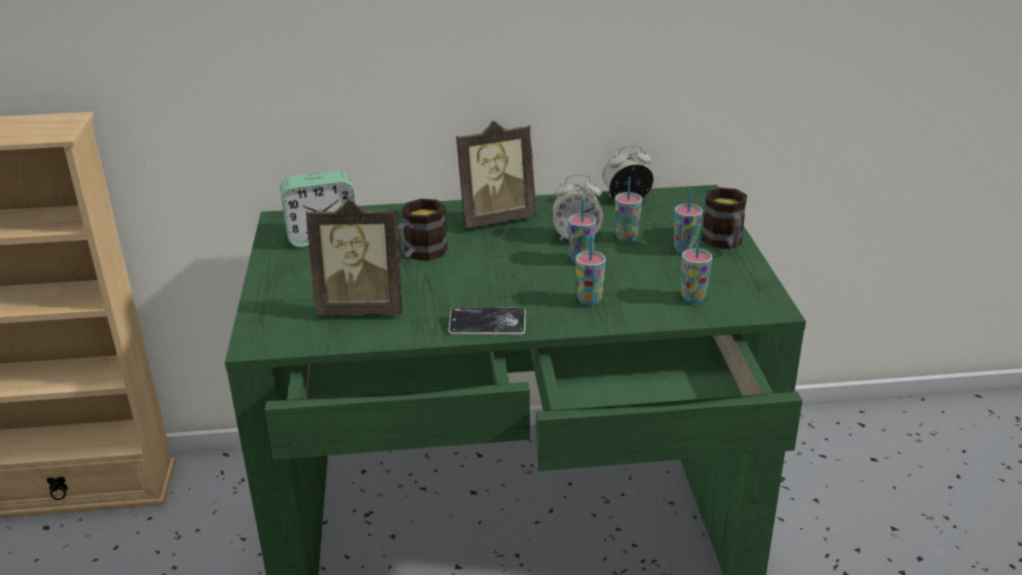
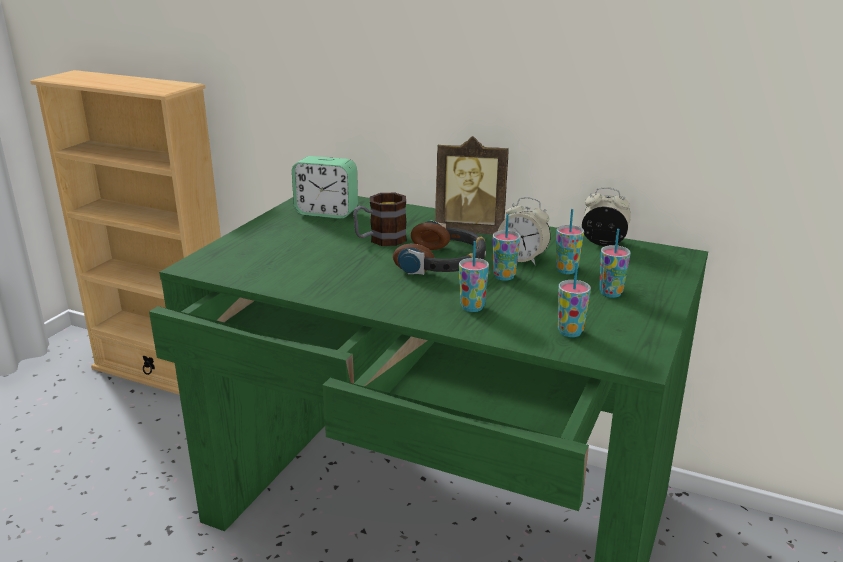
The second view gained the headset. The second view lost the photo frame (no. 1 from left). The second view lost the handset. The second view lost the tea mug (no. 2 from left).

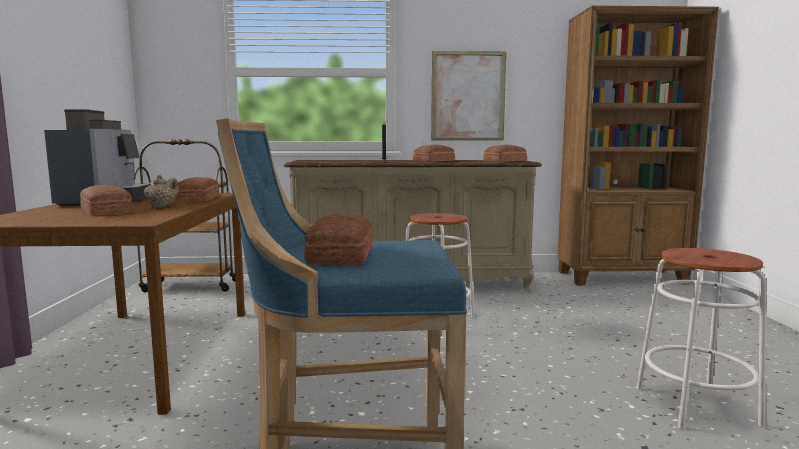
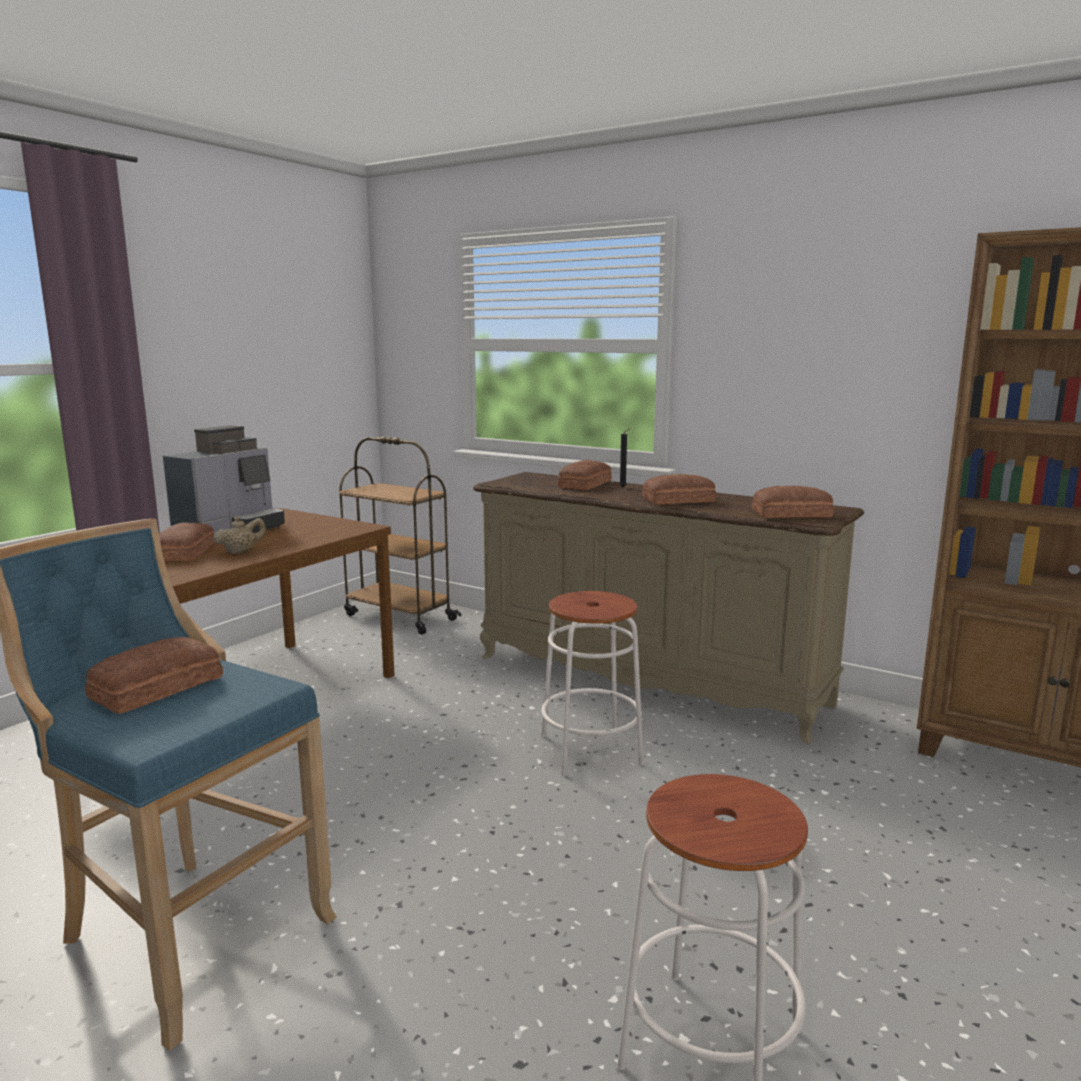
The baked bread (no. 2 from left in the first image) ended up elsewhere. The second view lost the picture.

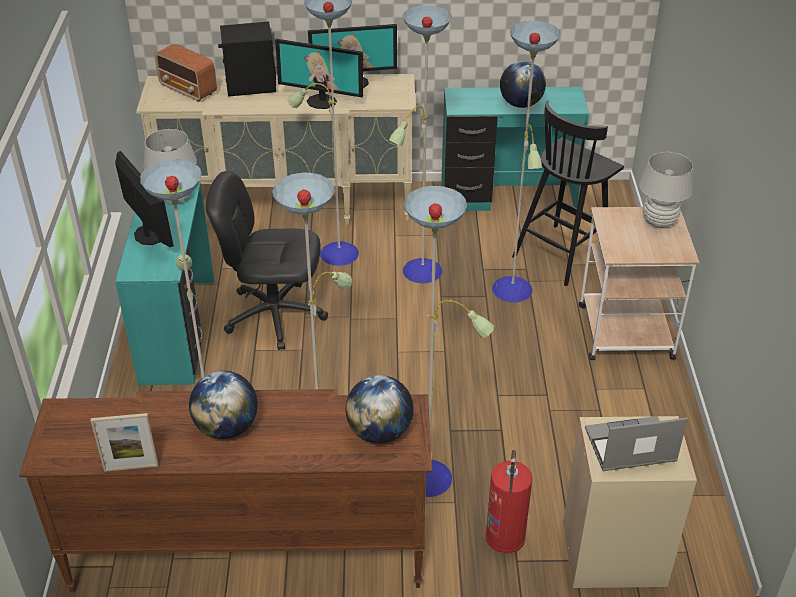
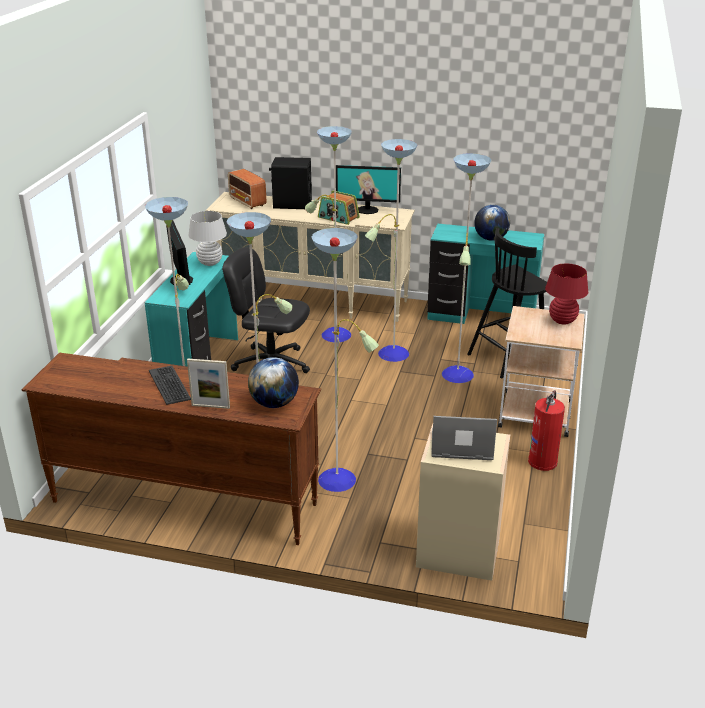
Where the globe (no. 1 from left) stood, the keyboard came to stand. The photo frame ended up elsewhere. Where the computer screen (no. 2 from left) stood, the radio receiver (no. 2 from left) came to stand. The fire-fighting cylinder ended up elsewhere. What was the table lamp (white-coloured) (no. 2 from left) turned into the table lamp (red).

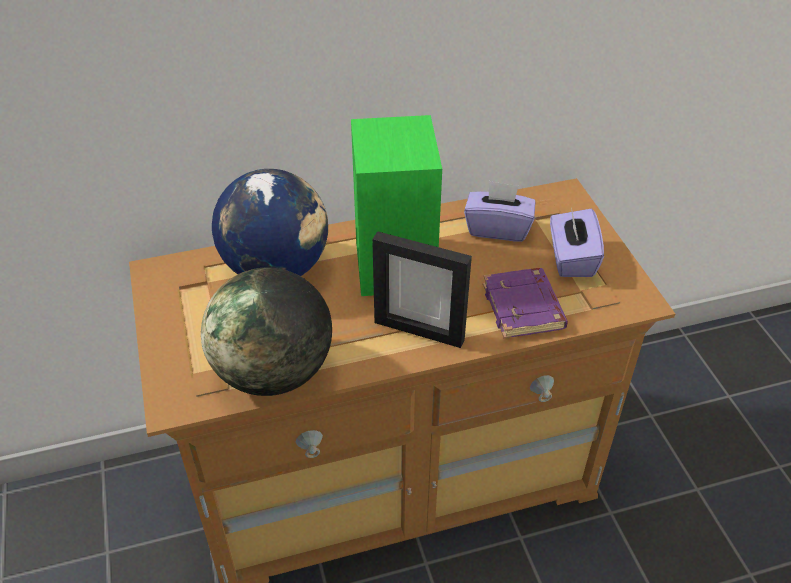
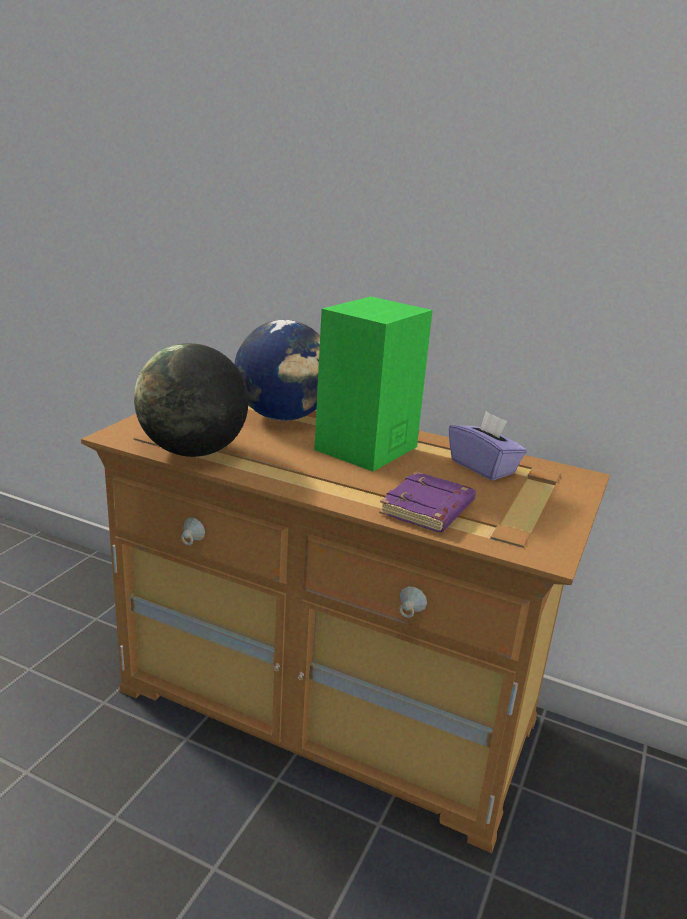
The second view lost the photo frame. The second view lost the tissue box (purple) (no. 2 from left).

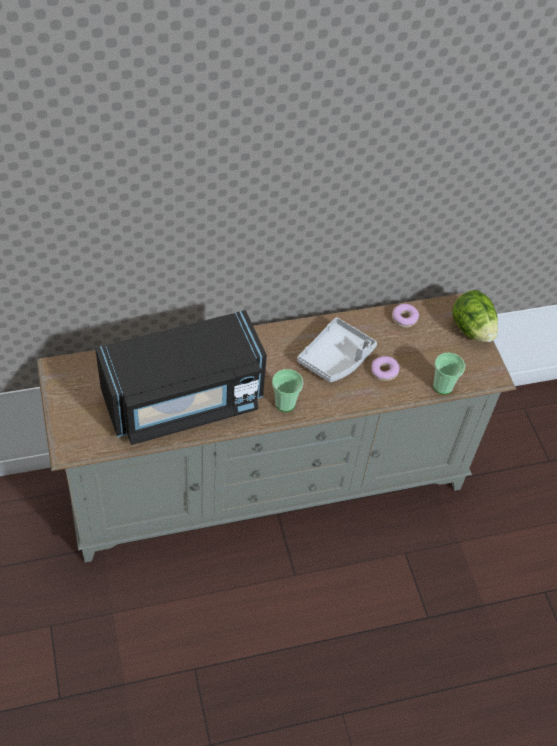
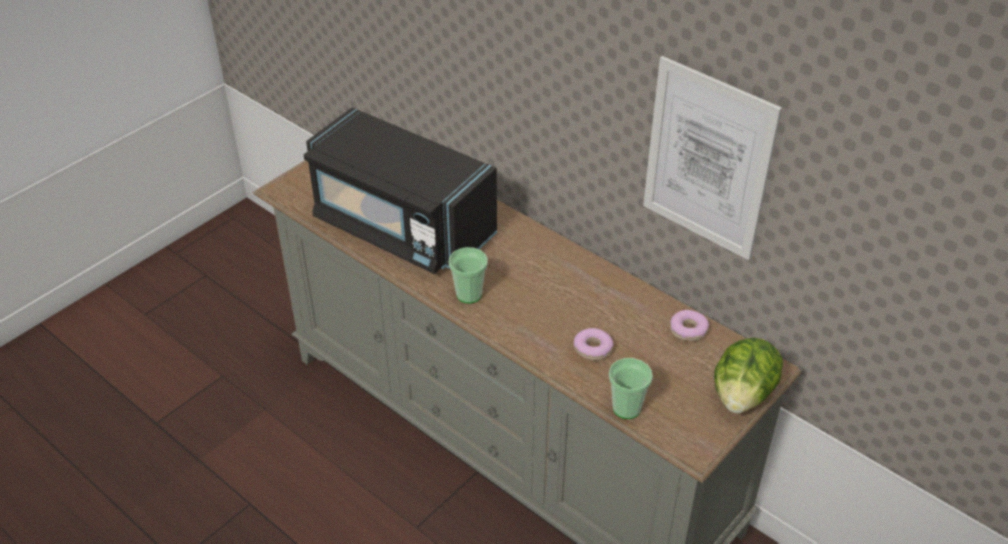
The second view gained the picture. The second view lost the carrying tray (gray).

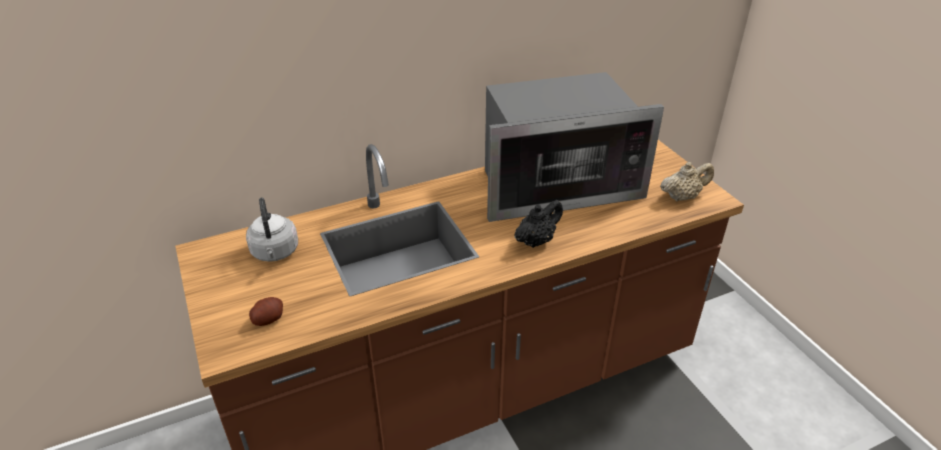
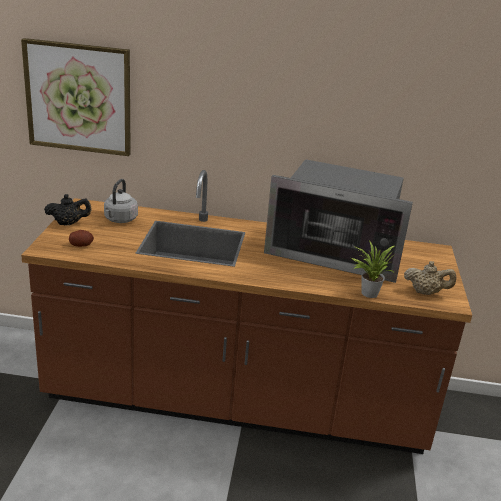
The second view gained the picture. The pot for tea (black-coloured) ended up elsewhere. The second view gained the houseplant.

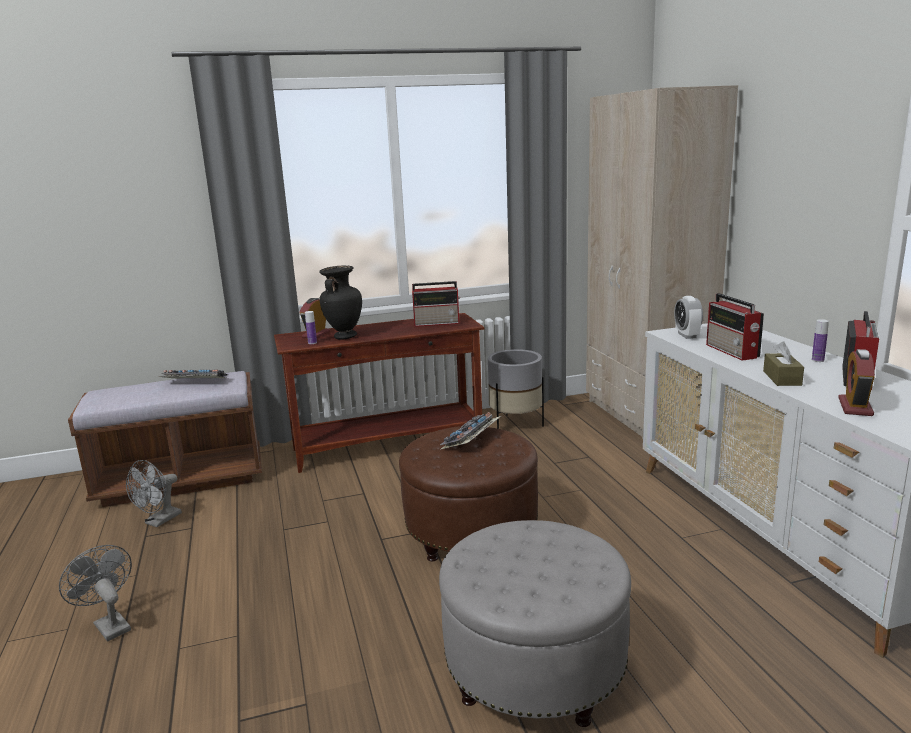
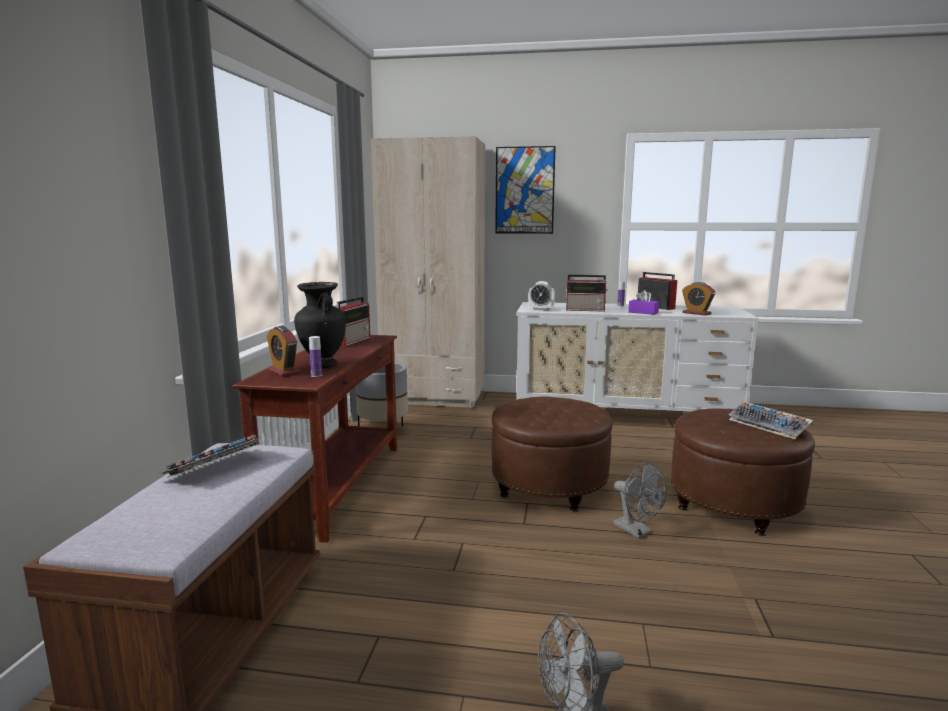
The second view gained the picture. The fan (gray) (no. 2 from left) ended up elsewhere. What was the tissue box (brownish) turned into the tissue box (purple). What was the ottoman (gray) turned into the ottoman (brownish) (no. 2 from left). The keyboard (no. 2 from left) ended up elsewhere.

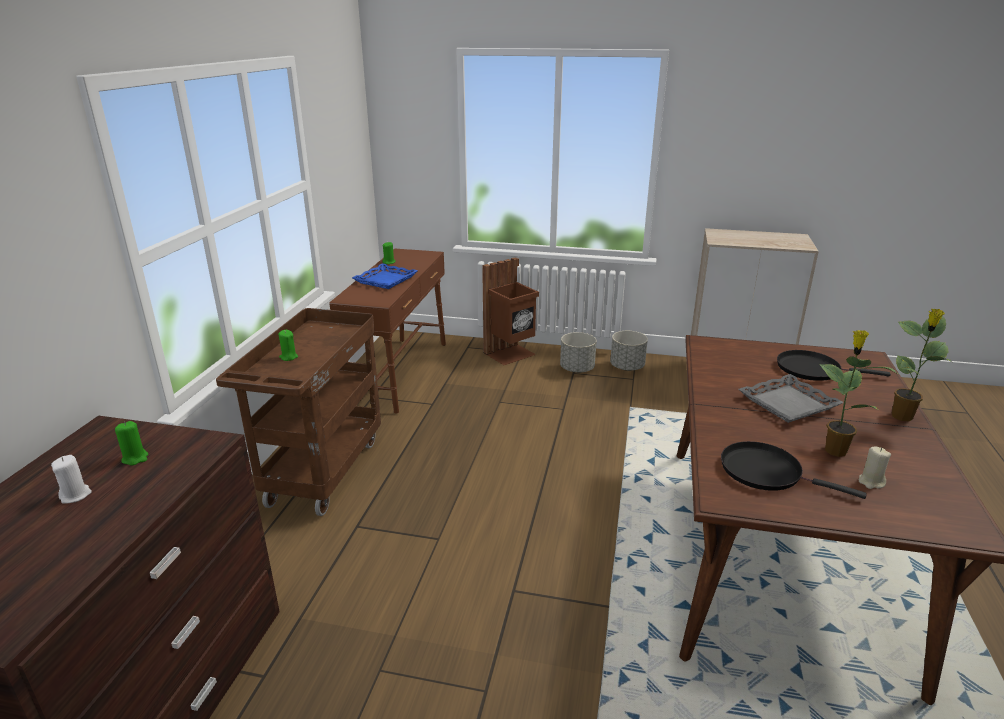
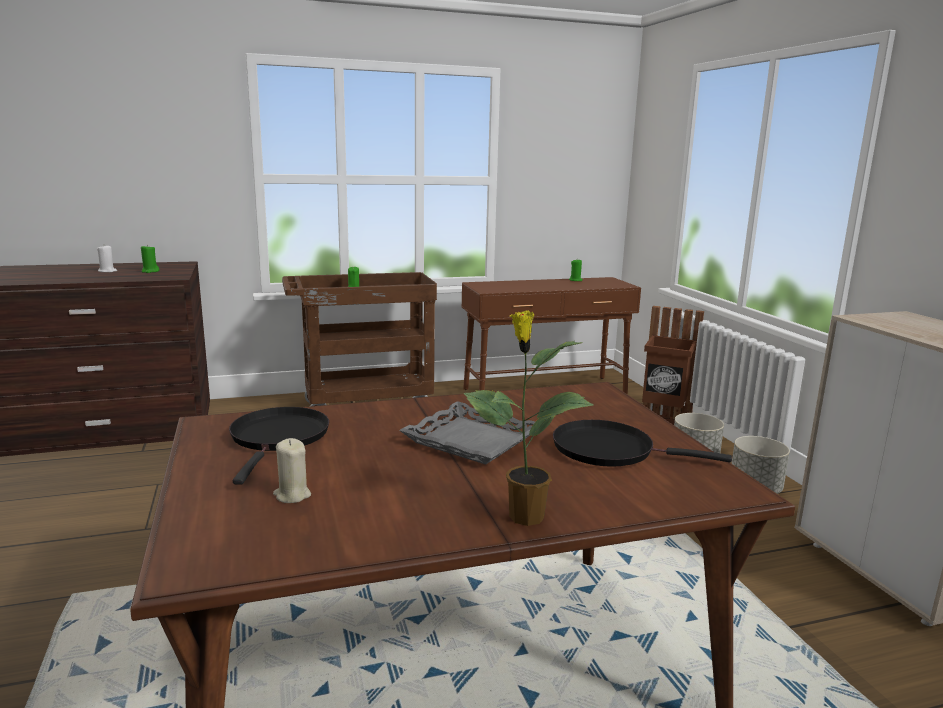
The skillet (black-coloured) (no. 2 from left) ended up facing another way, 60 degrees counterclockwise from before. The second view lost the carrying tray (bluish). The second view lost the houseplant (no. 1 from left).

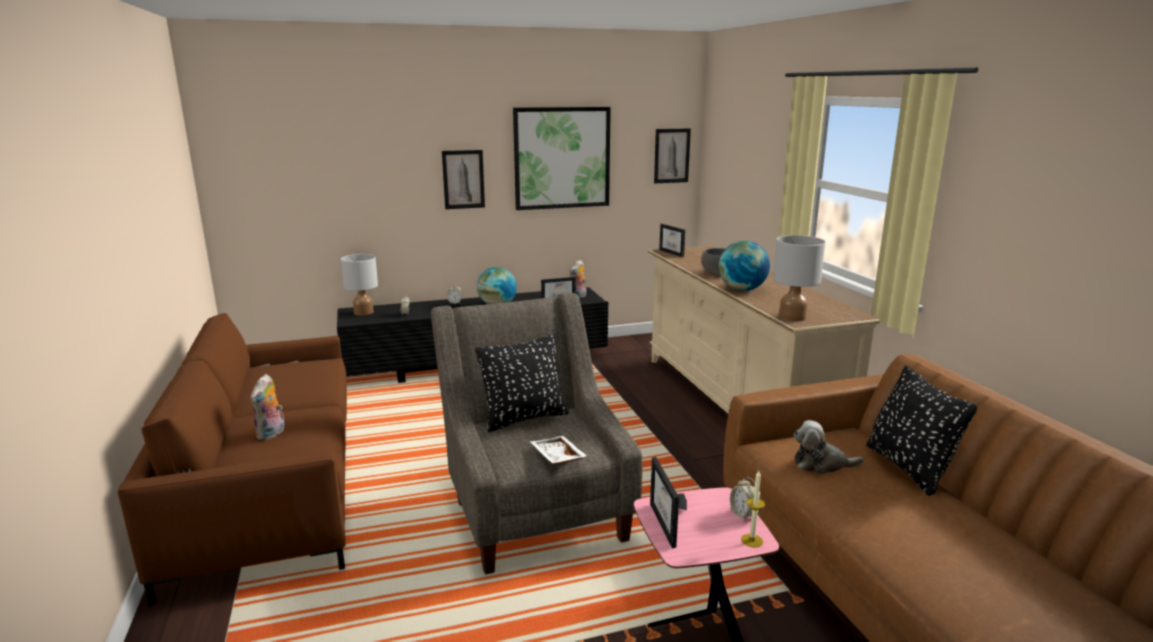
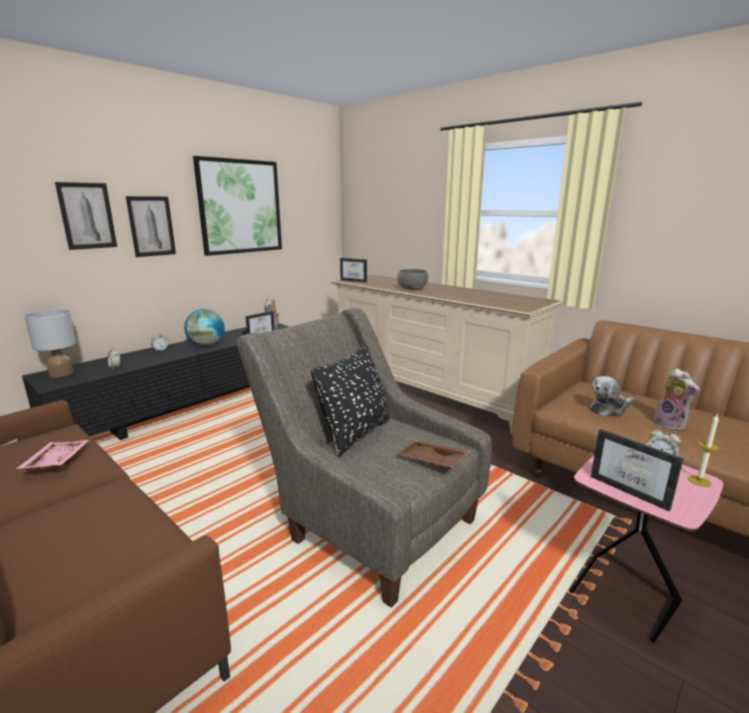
The second view gained the carrying tray (pink-coloured). The picture (no. 3 from left in the first image) ended up elsewhere. What was the carrying tray (white-coloured) turned into the carrying tray (brownish). The soft toy (no. 1 from left in the first image) ended up elsewhere. The second view lost the globe (no. 2 from left). The second view lost the table lamp (gray) (no. 2 from left). The second view lost the pillow (black-coloured) (no. 2 from left).

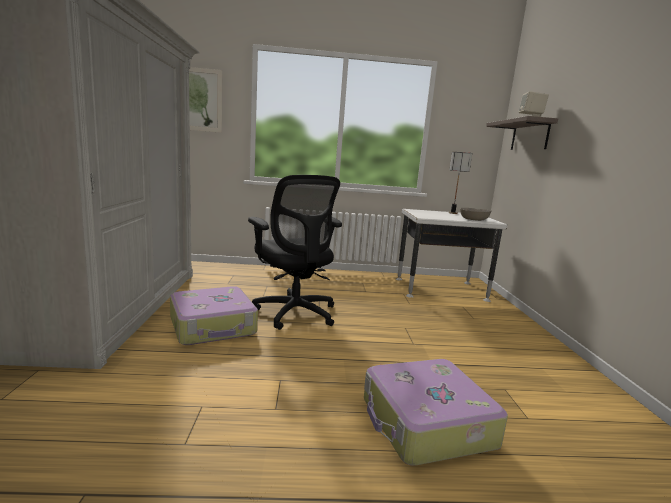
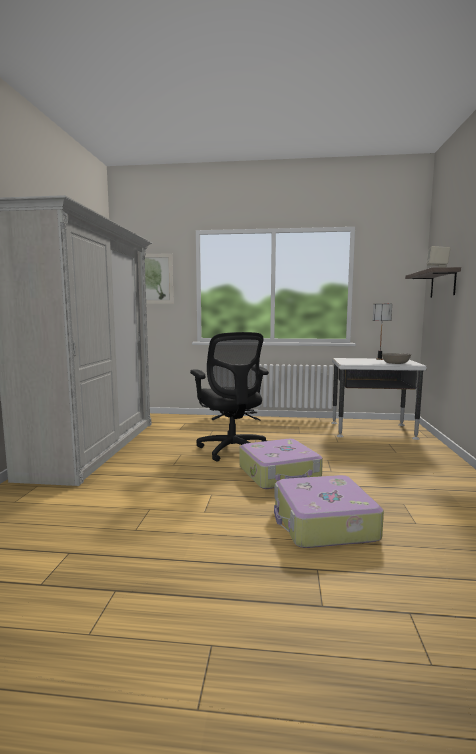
The travel case (no. 1 from left) ended up elsewhere.

